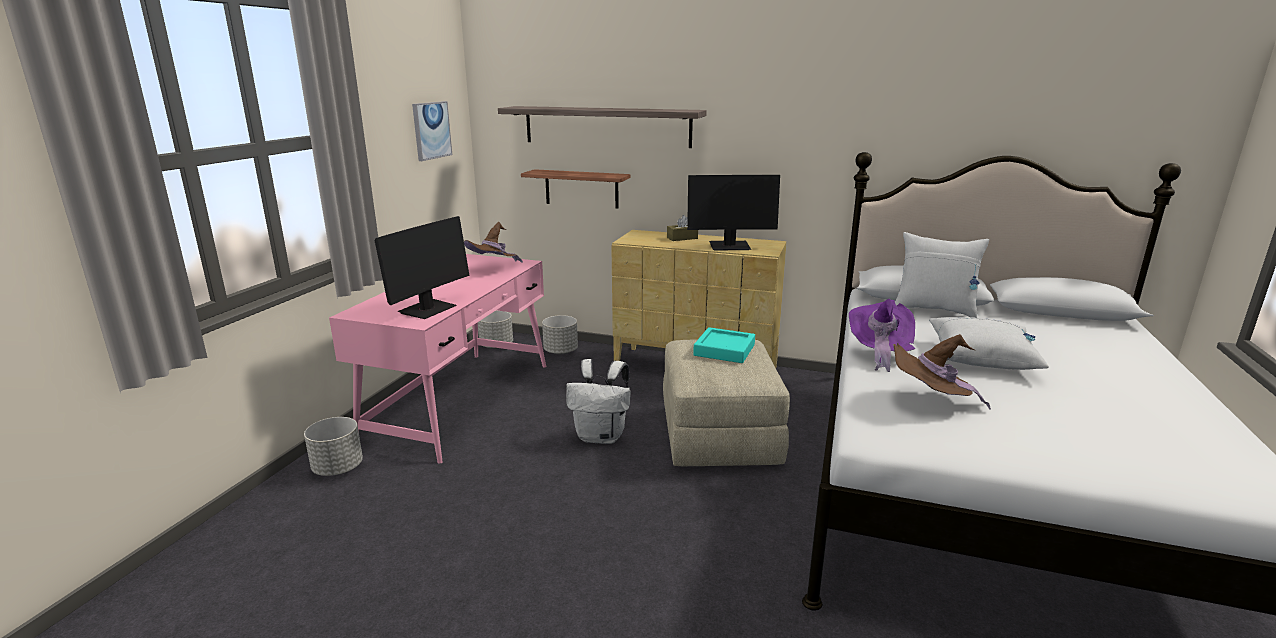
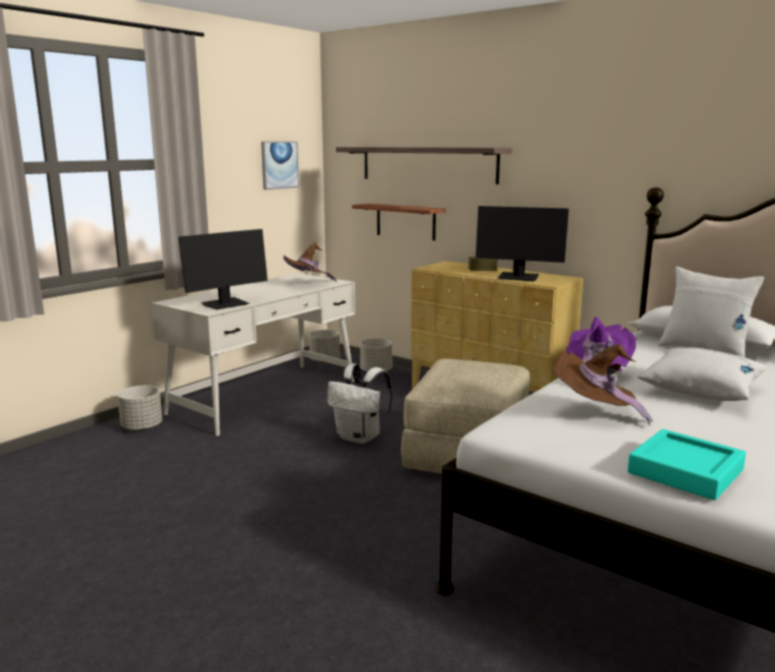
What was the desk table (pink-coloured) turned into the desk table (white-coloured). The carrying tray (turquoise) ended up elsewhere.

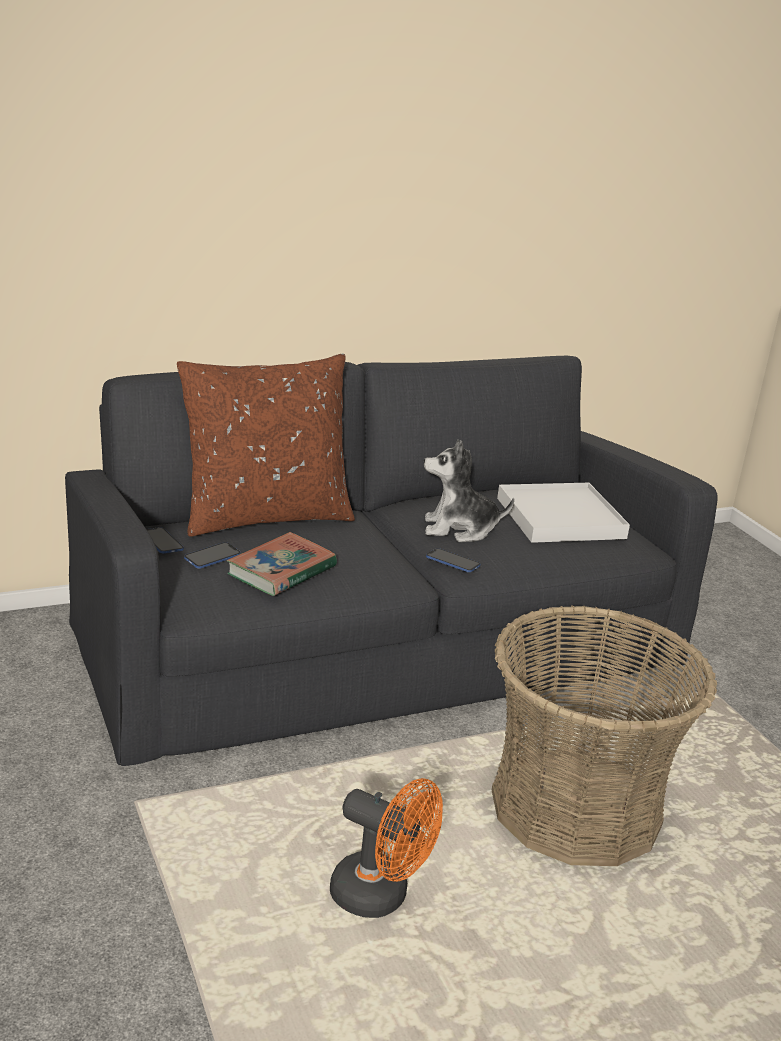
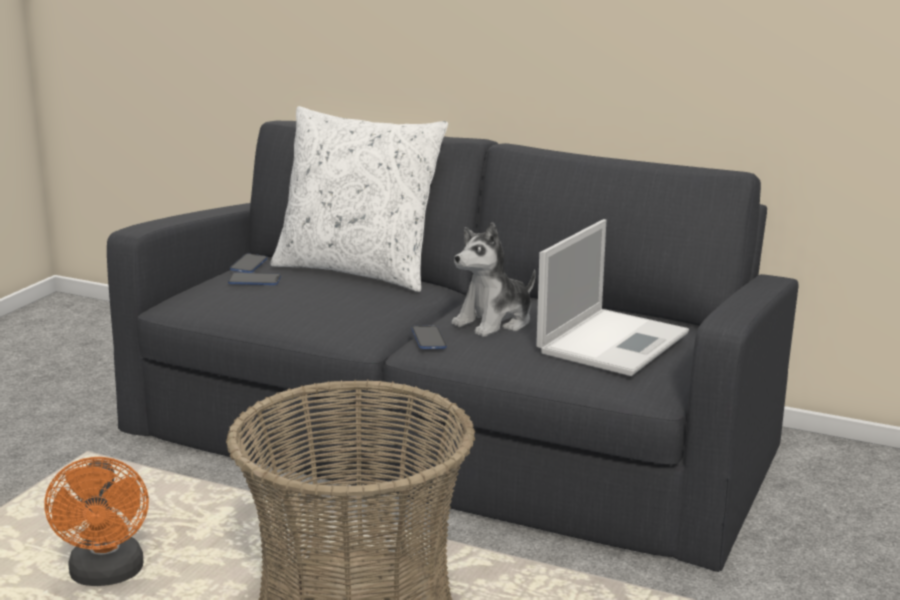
What was the pillow (brownish) turned into the pillow (white-coloured). The soft toy ended up facing another way, 90 degrees counterclockwise from before. Where the carrying tray (white-coloured) stood, the notebook computer came to stand. The second view lost the volume.

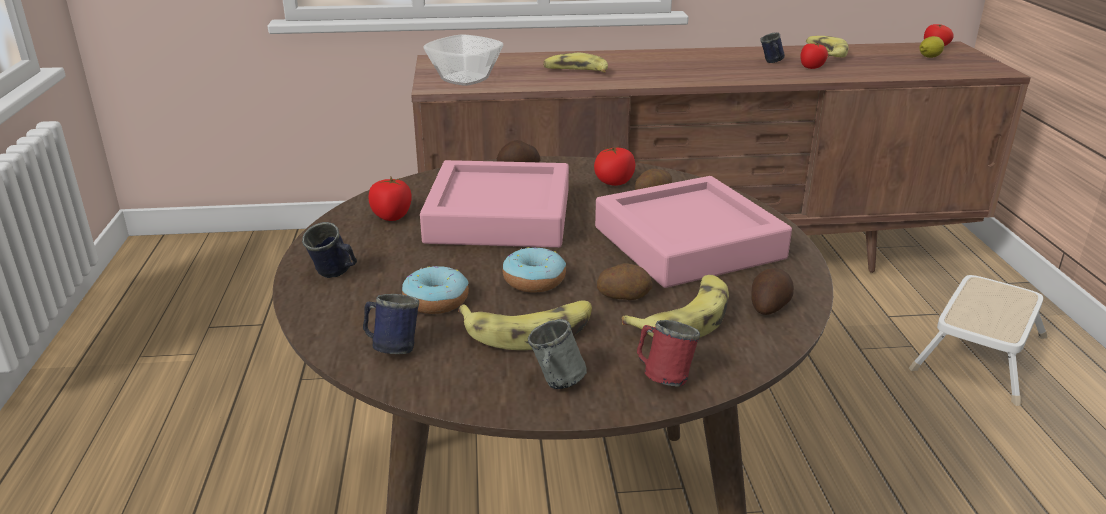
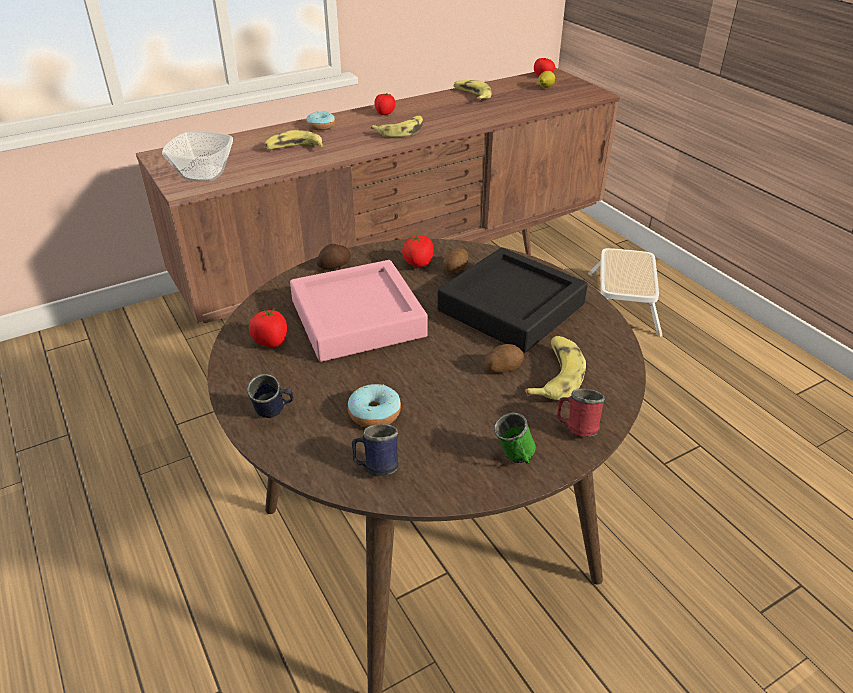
The doughnut (no. 2 from left in the first image) ended up elsewhere. The banana fruit (no. 1 from left in the first image) ended up elsewhere. The whole tomato (no. 3 from left in the first image) ended up elsewhere. What was the carrying tray (pink-coloured) (no. 2 from left) turned into the carrying tray (black-coloured). What was the tea mug (gray) turned into the tea mug (green-coloured). The second view lost the spud (no. 4 from left). The second view lost the tea mug (bluish) (no. 3 from left).

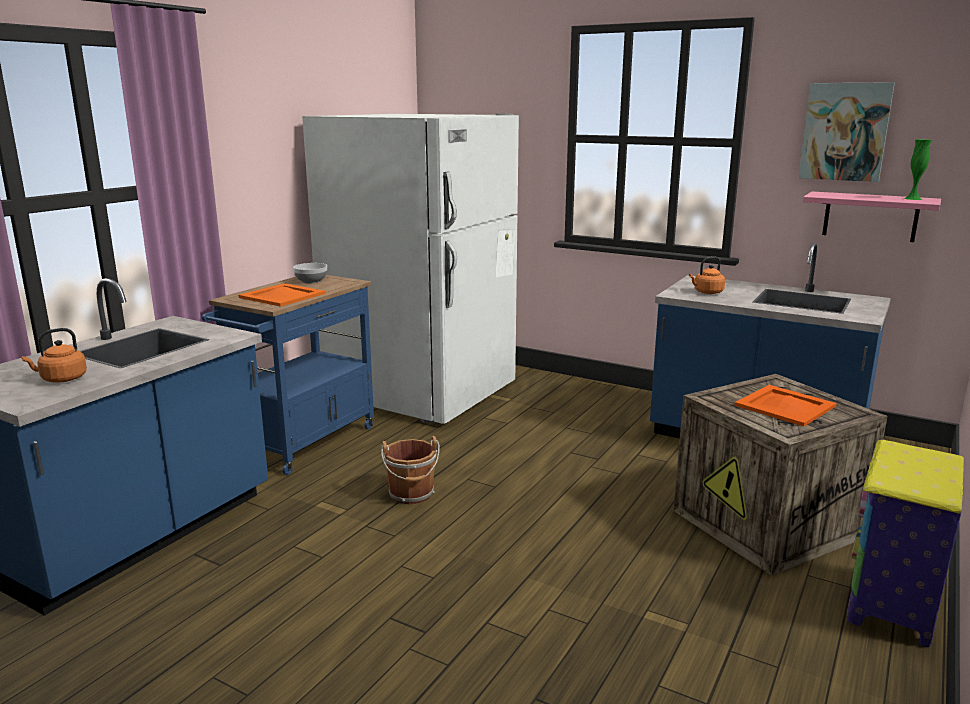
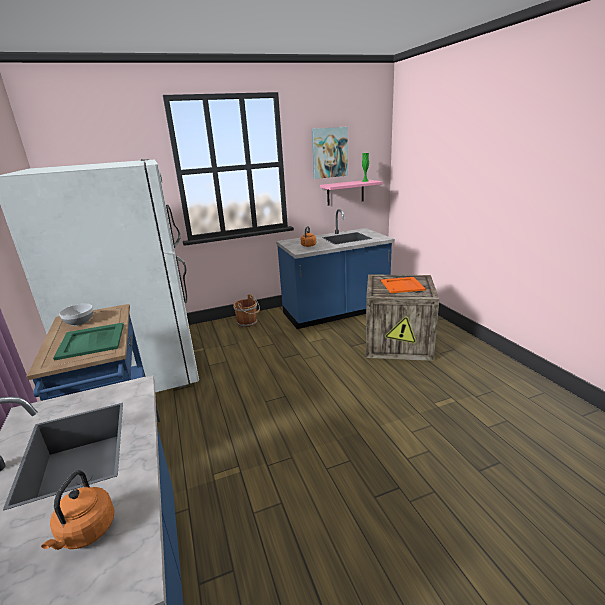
What was the carrying tray (orange-coloured) (no. 1 from left) turned into the carrying tray (green-coloured). The pail (brownish) ended up elsewhere. The second view lost the night table.

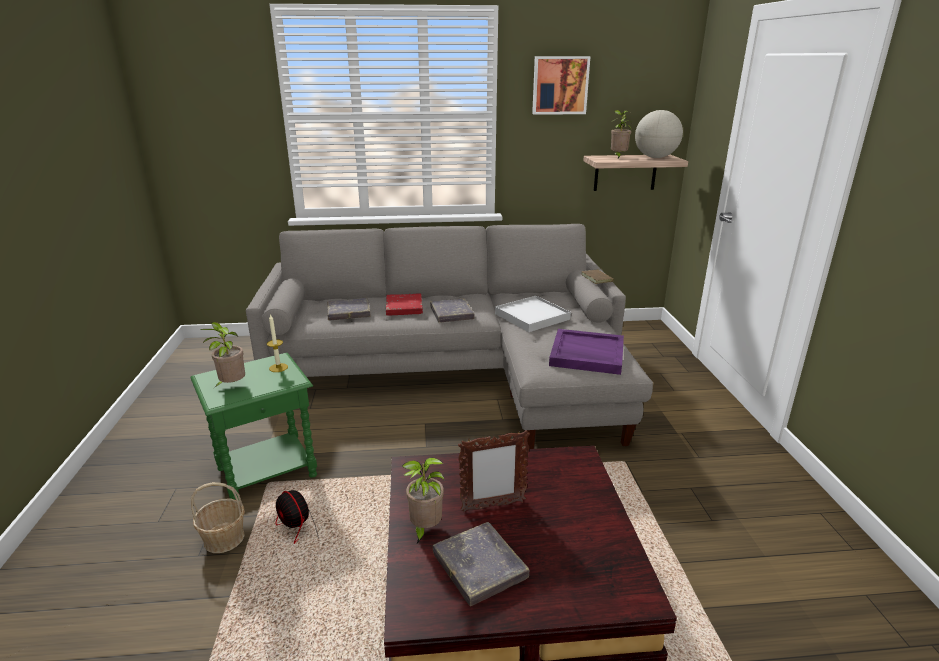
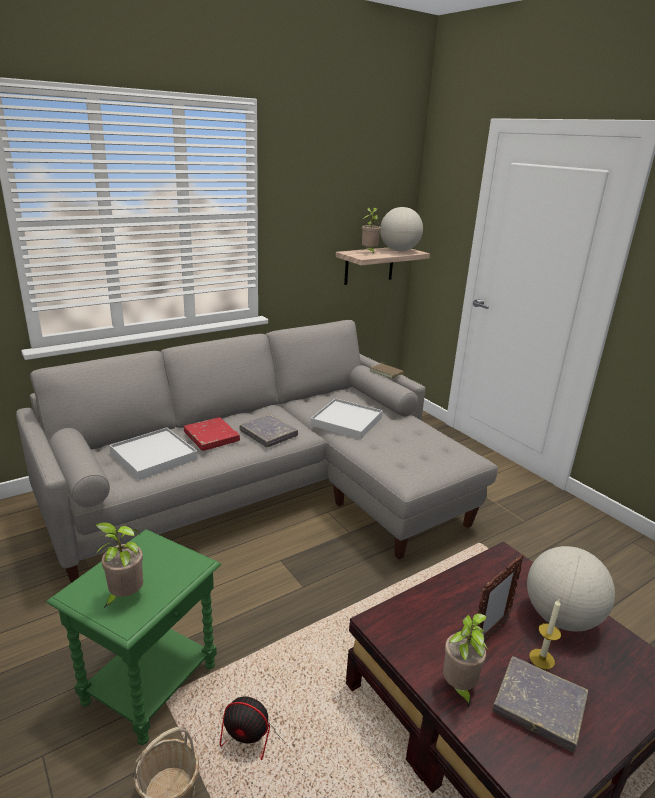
Where the volume (gray) (no. 1 from left) stood, the carrying tray (white-coloured) (no. 1 from left) came to stand. The second view gained the globe (no. 2 from left). The wax light ended up elsewhere. The second view lost the picture. The second view lost the carrying tray (purple).

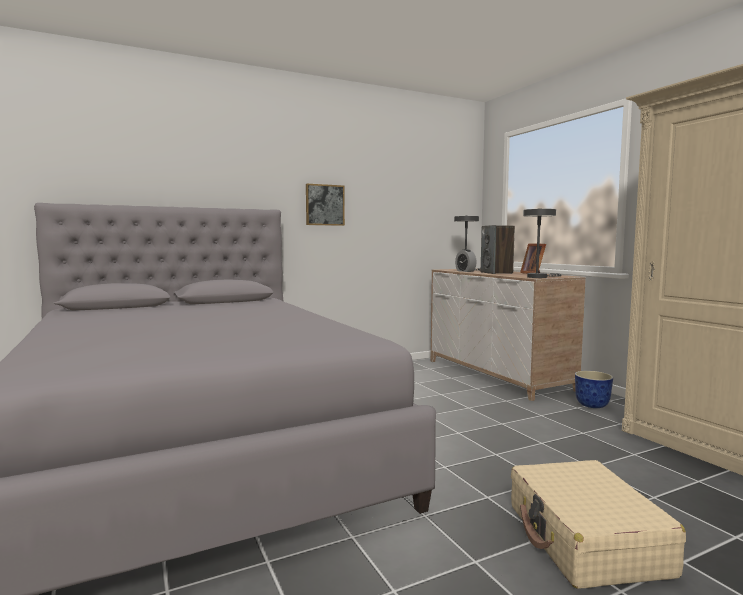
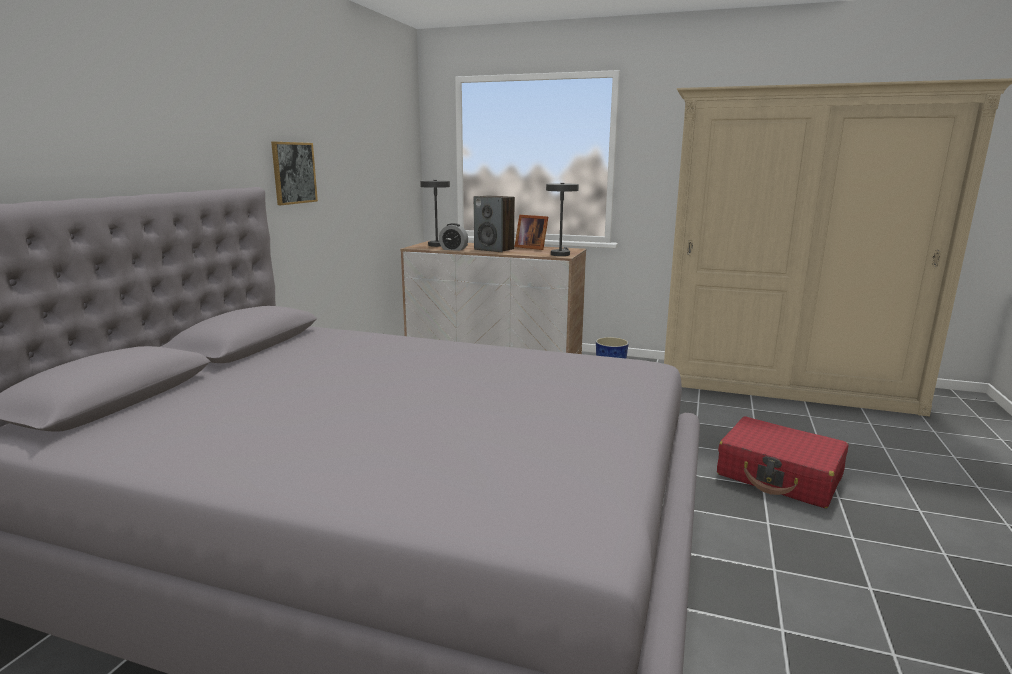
What was the travel case (beige-coloured) turned into the travel case (red).

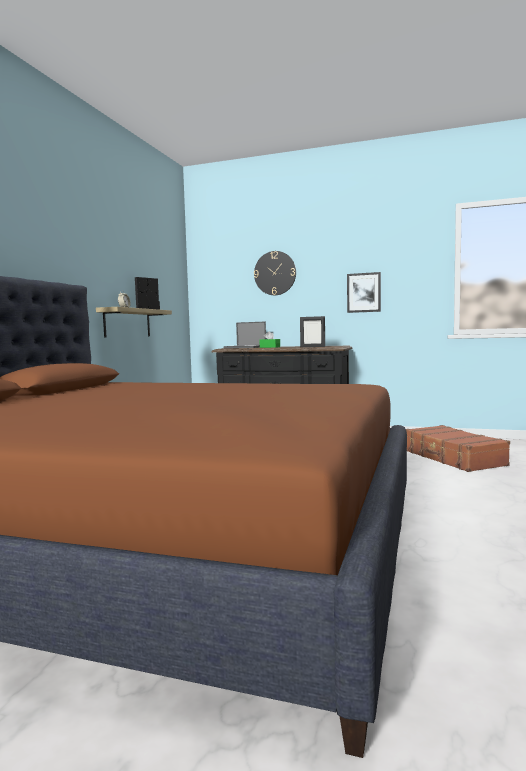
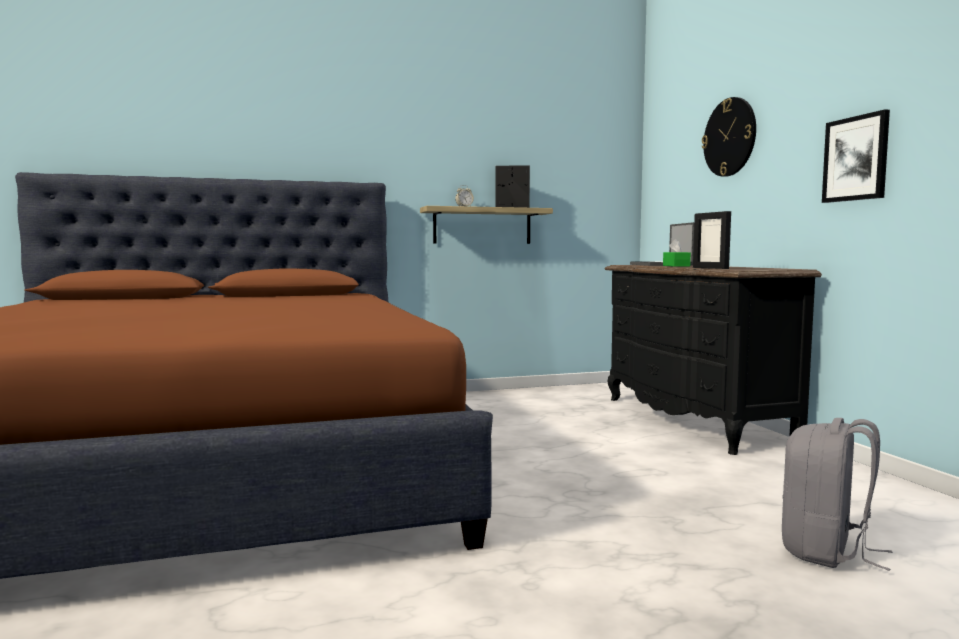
Where the travel case (brownish) stood, the knapsack (gray) came to stand.

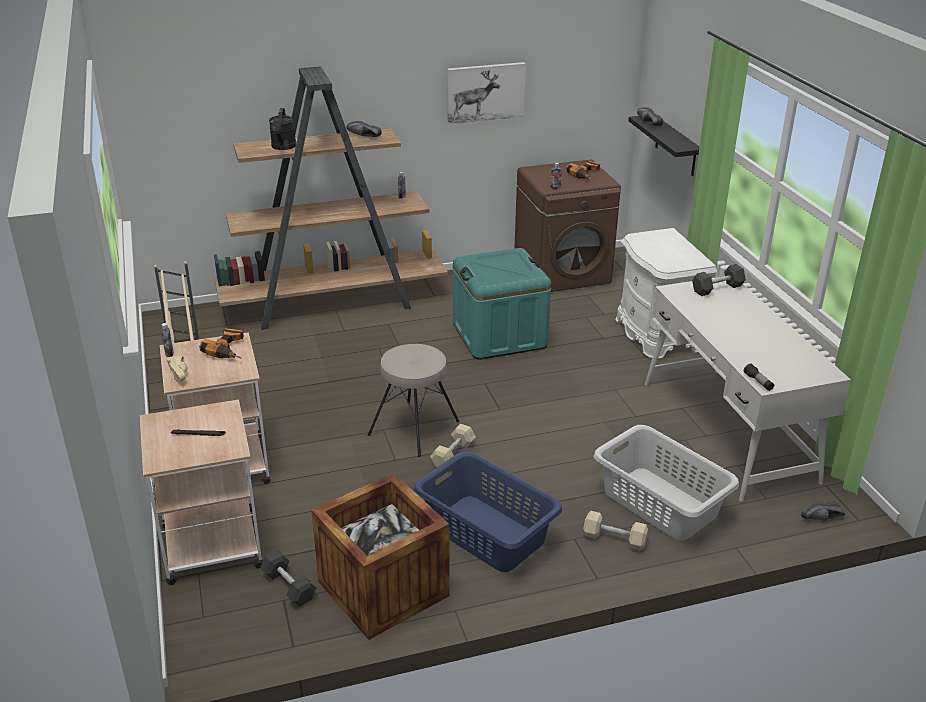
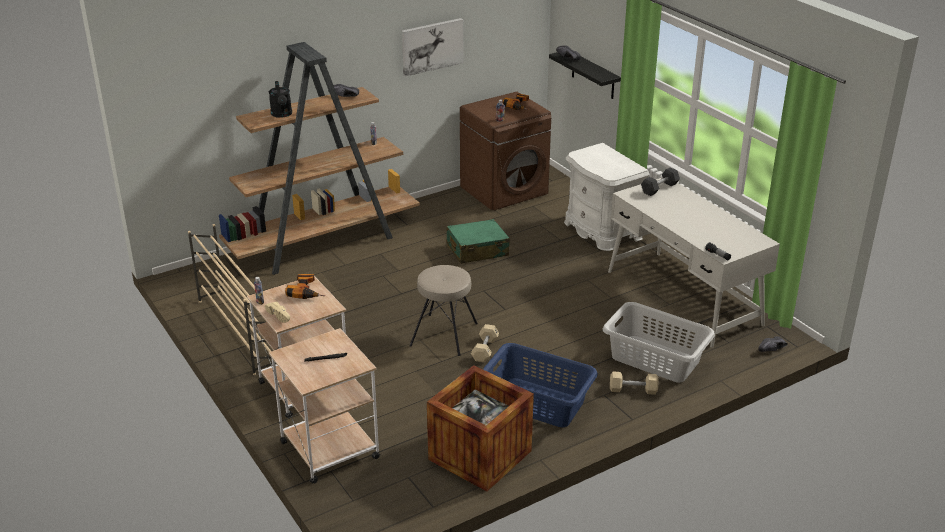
Where the storage container (turquoise) stood, the travel case (green-coloured) came to stand. The second view lost the free weight (black-coloured) (no. 1 from left).

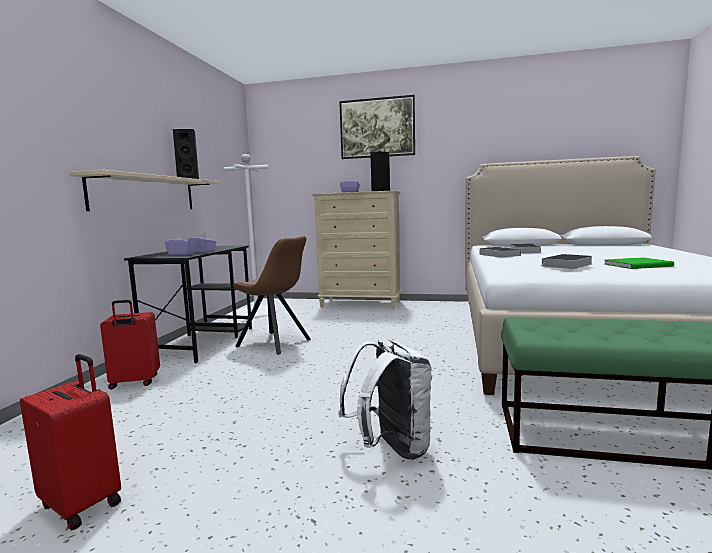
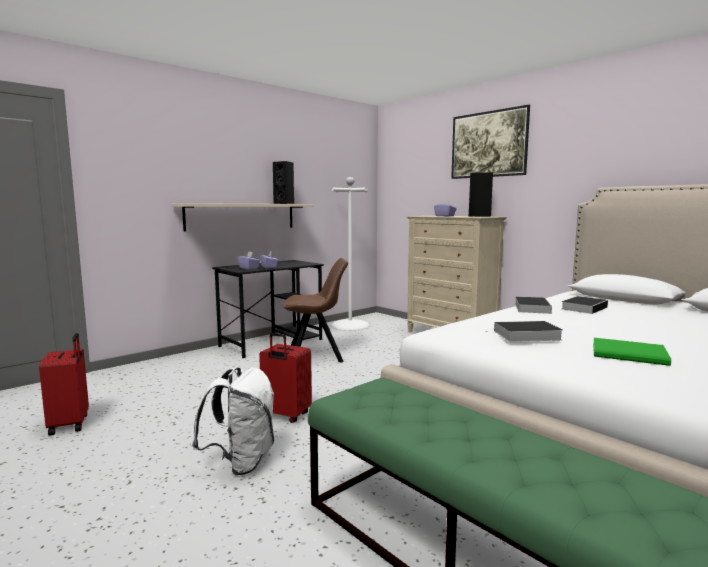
The travel case (red) (no. 2 from left) ended up elsewhere. The upright chair (brownish) ended up facing another way, 75 degrees counterclockwise from before.

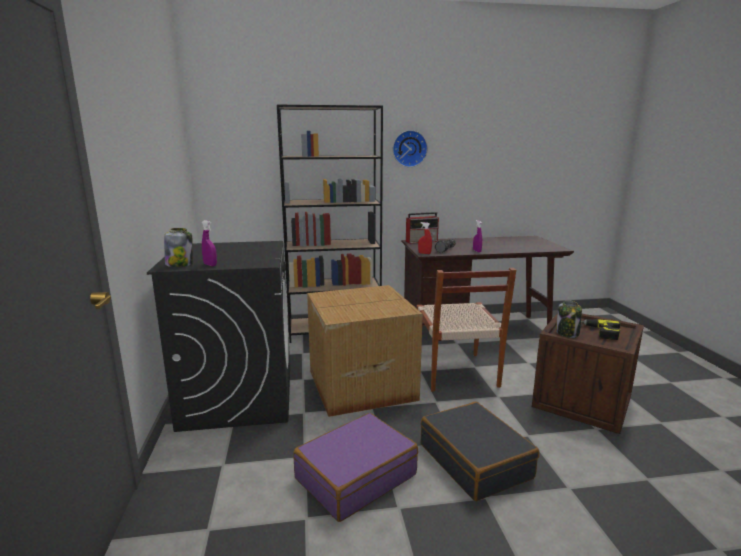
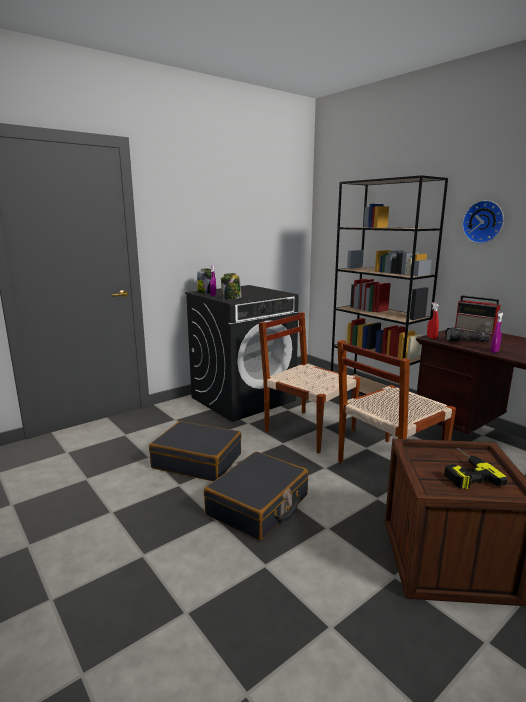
What was the travel case (purple) turned into the travel case (black-coloured) (no. 1 from left). The storage jar (no. 2 from left) ended up elsewhere. Where the packing box stood, the upright chair (no. 1 from left) came to stand.

